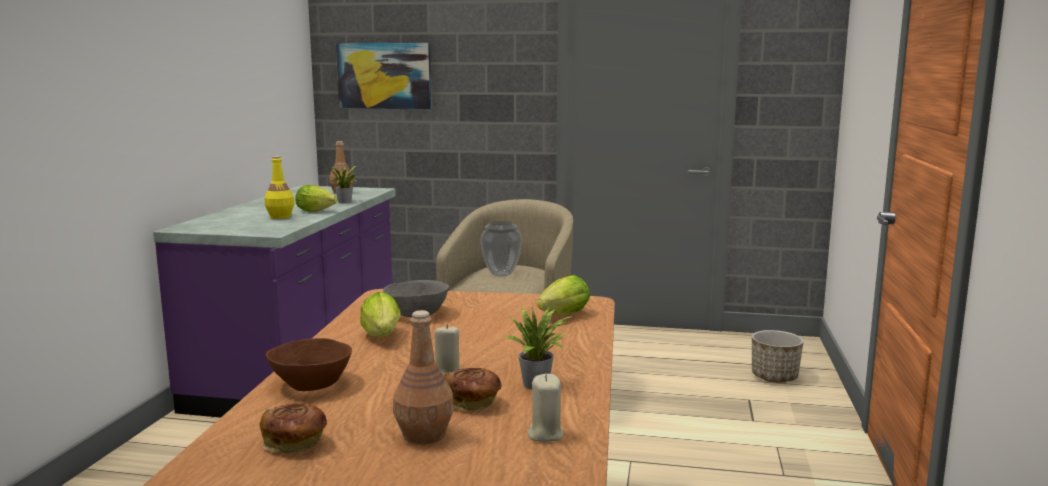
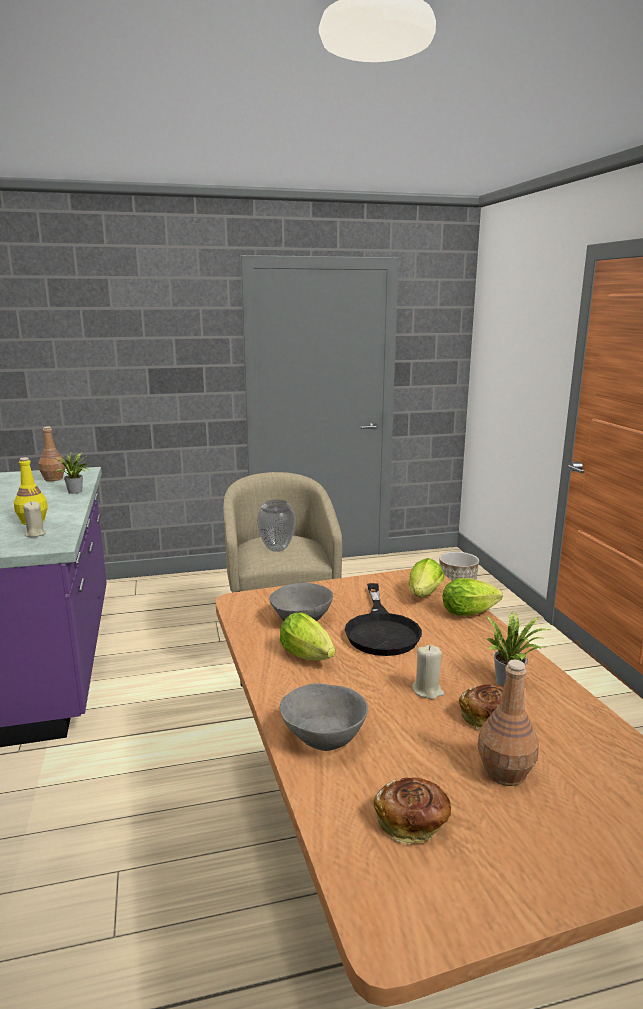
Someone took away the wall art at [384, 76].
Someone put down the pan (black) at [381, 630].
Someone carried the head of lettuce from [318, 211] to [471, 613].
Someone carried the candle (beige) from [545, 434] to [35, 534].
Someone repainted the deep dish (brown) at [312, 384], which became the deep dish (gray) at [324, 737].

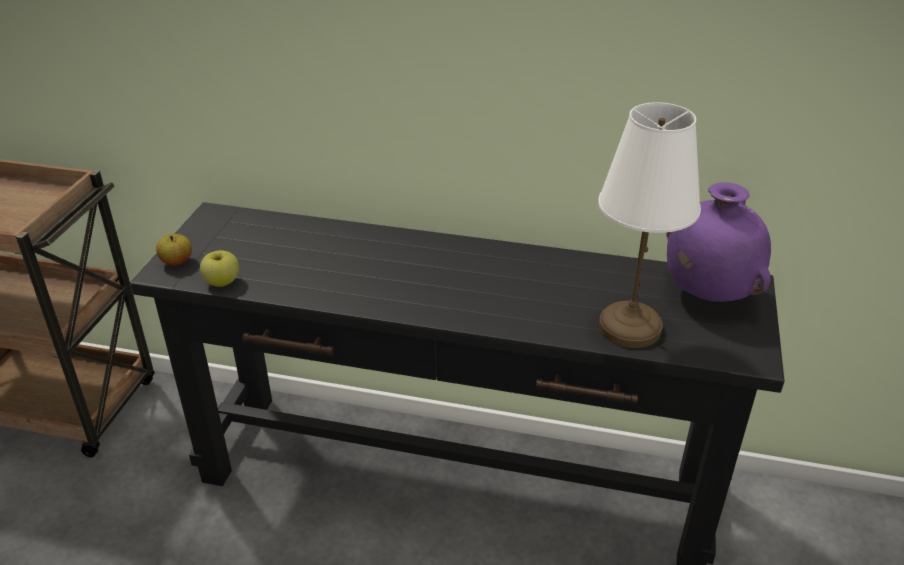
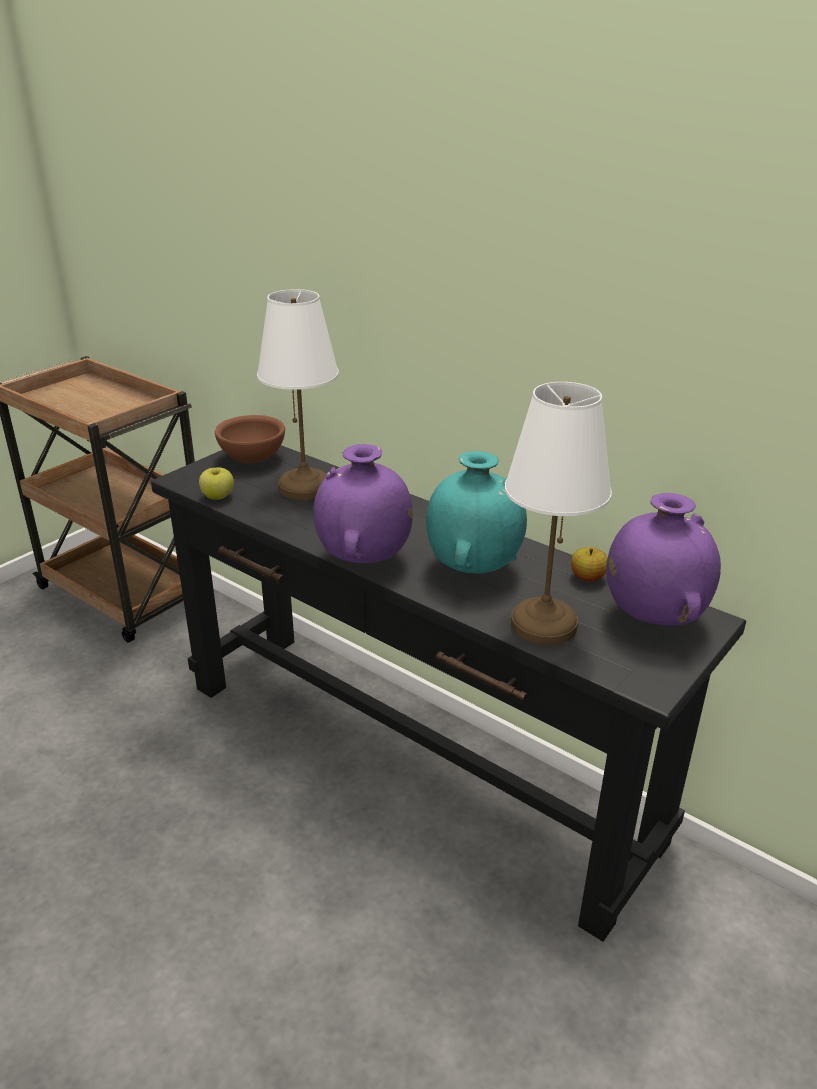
Someone put down the deep dish (brown) at [251, 458].
Someone put down the table lamp (whitish) at [304, 487].
Someone put down the decorative vase (purple) at [364, 561].
Someone put down the decorative vase (blue-green) at [473, 569].
Someone carried the whole apple from [177, 262] to [587, 578].

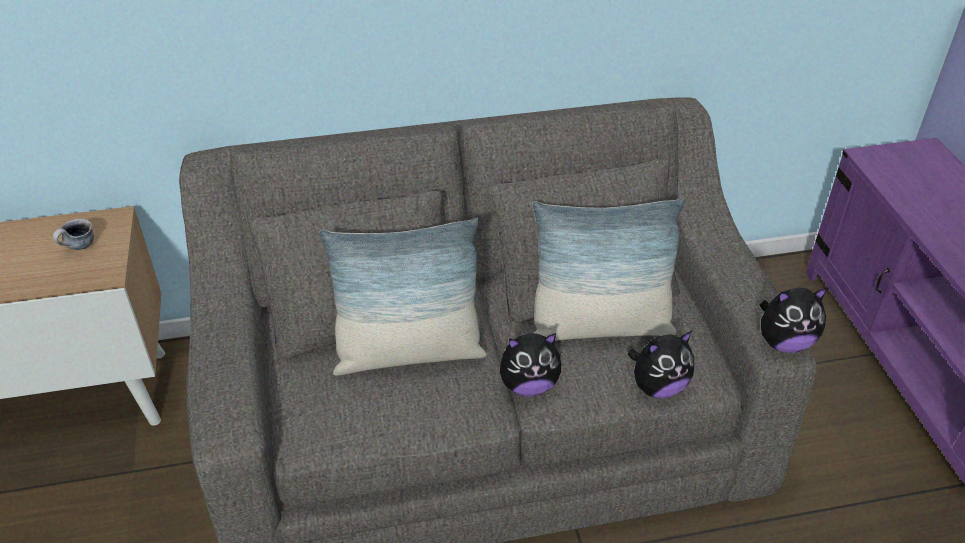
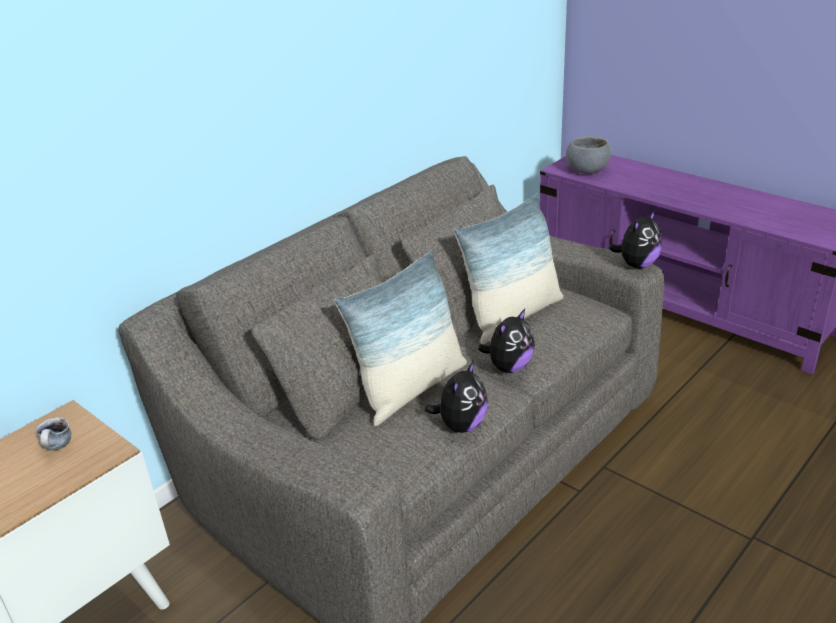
Someone put down the deep dish (gray) at [587, 170].
Someone carried the soft toy from [658, 386] to [461, 425].

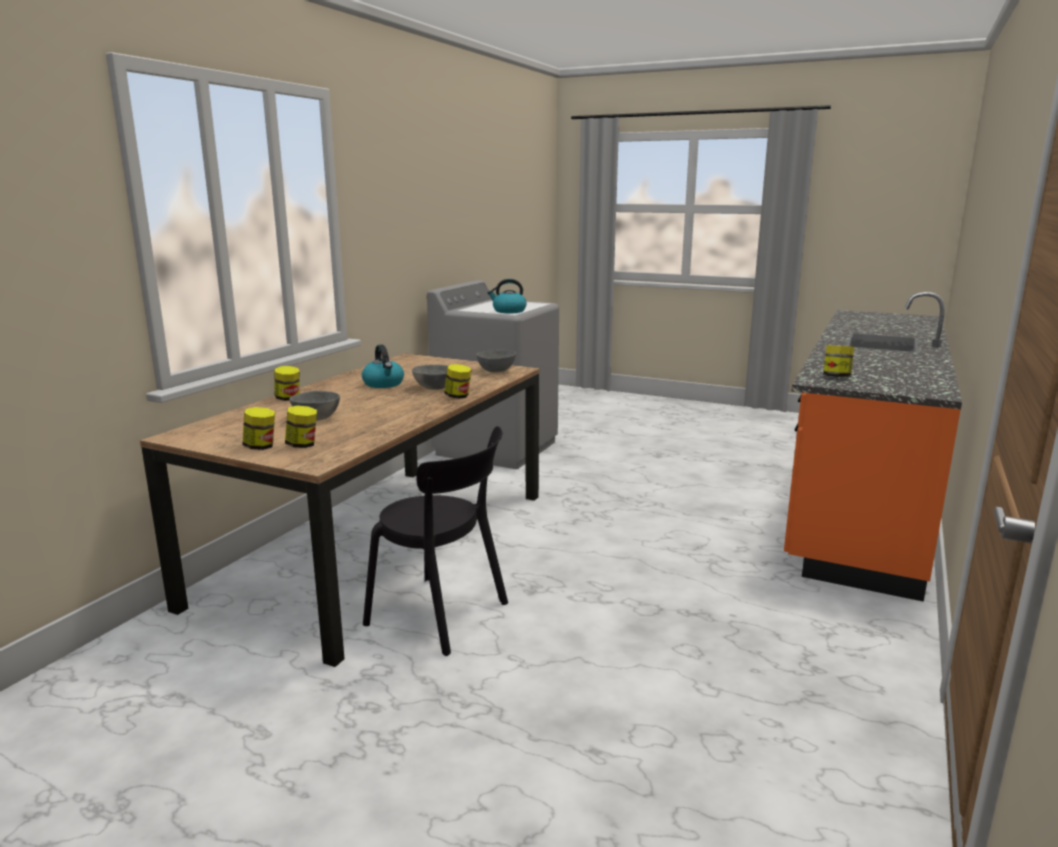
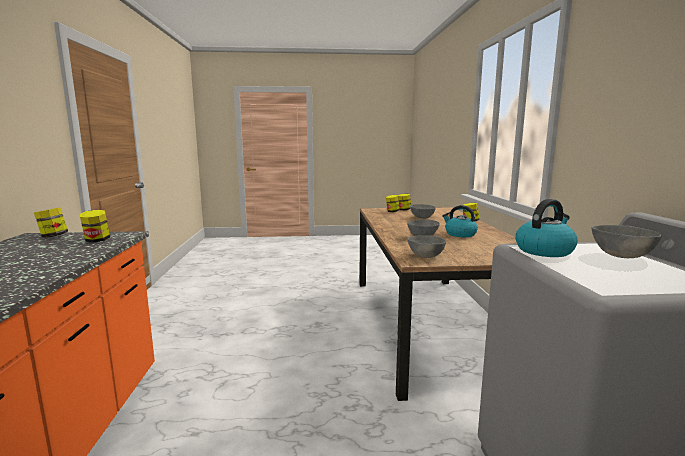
Someone took away the chair (black) at [442, 616].
Someone put down the deep dish (gray) at [620, 256].
Someone carried the storage jar from [458, 396] to [53, 236].

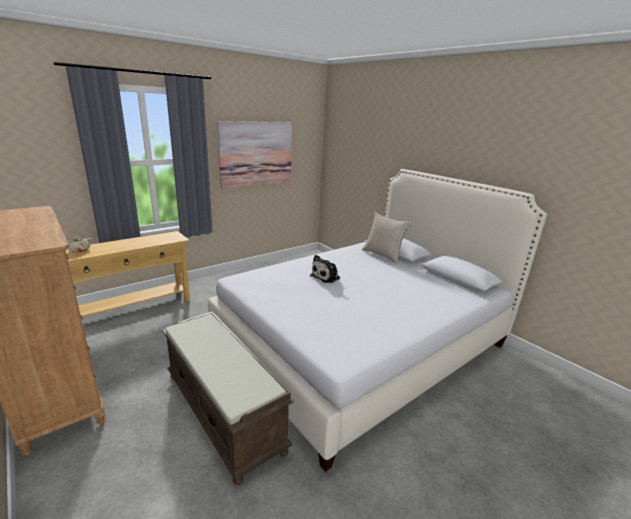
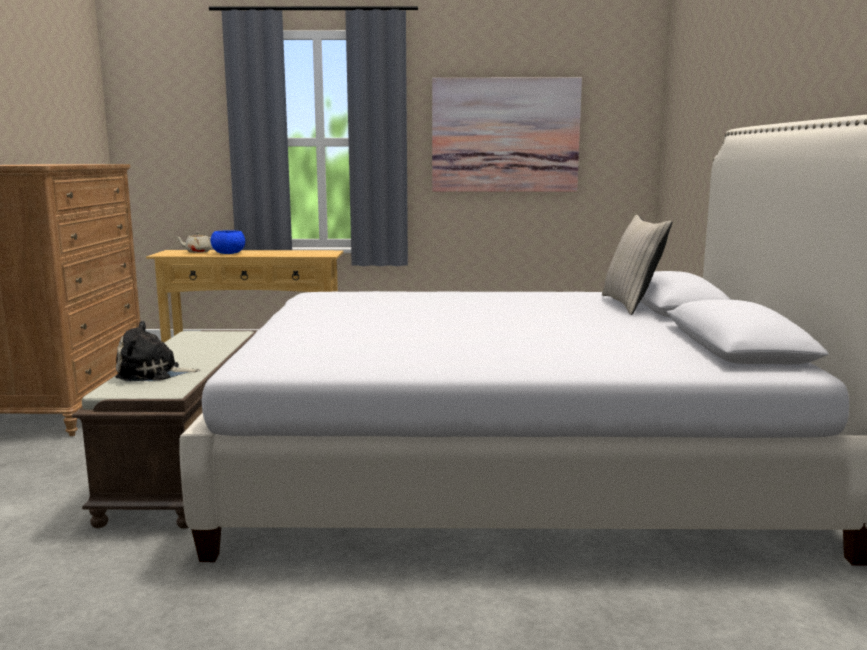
Someone put down the deep dish (blue) at [228, 253].
Someone carried the soft toy from [326, 277] to [153, 374].

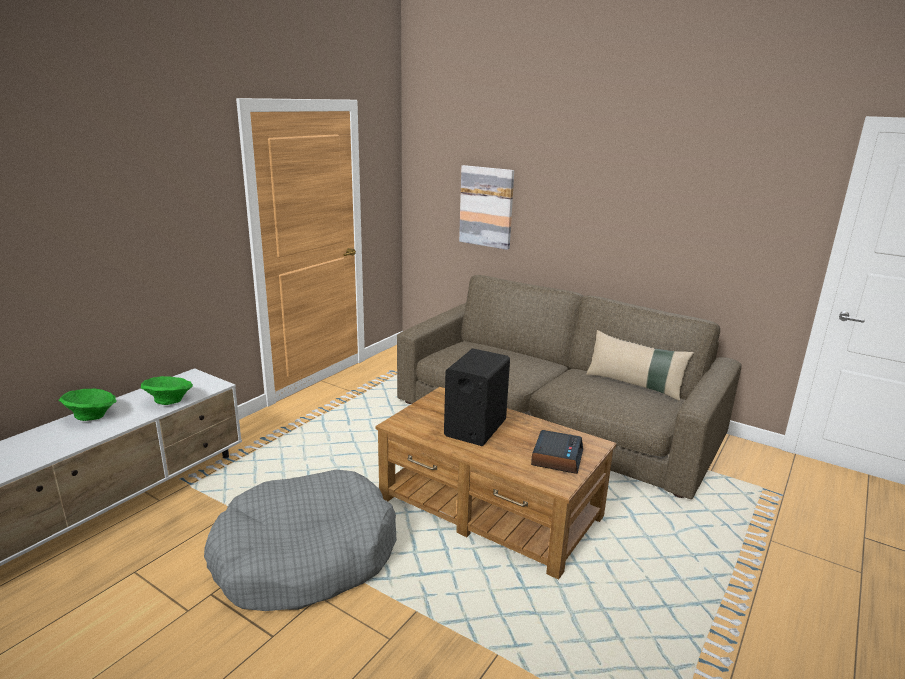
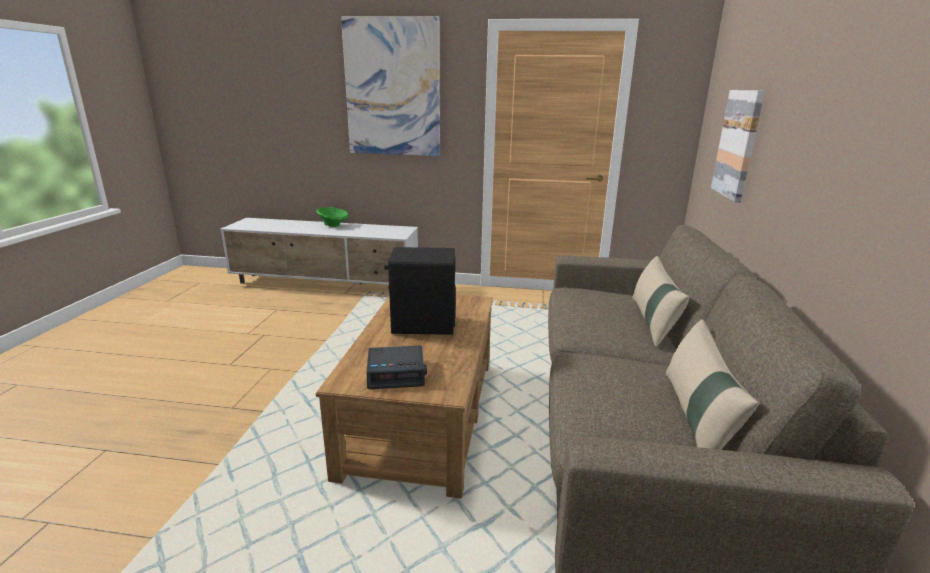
Someone took away the deep dish (greenish) at [170, 402].
Someone took away the dog bed (gray) at [305, 557].
Someone put up the wall art at [393, 88].
Someone put down the cushion (beige) at [653, 322].

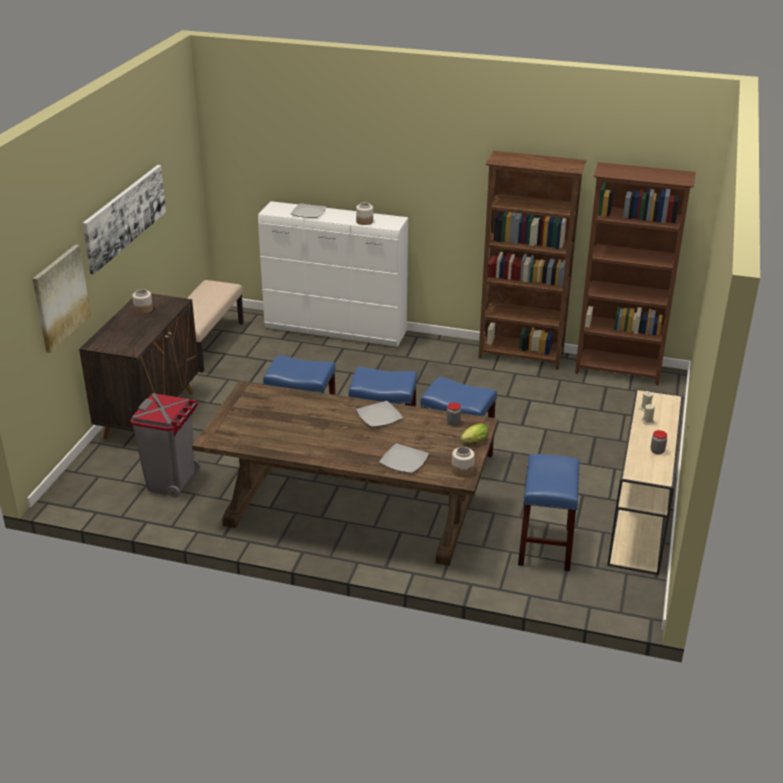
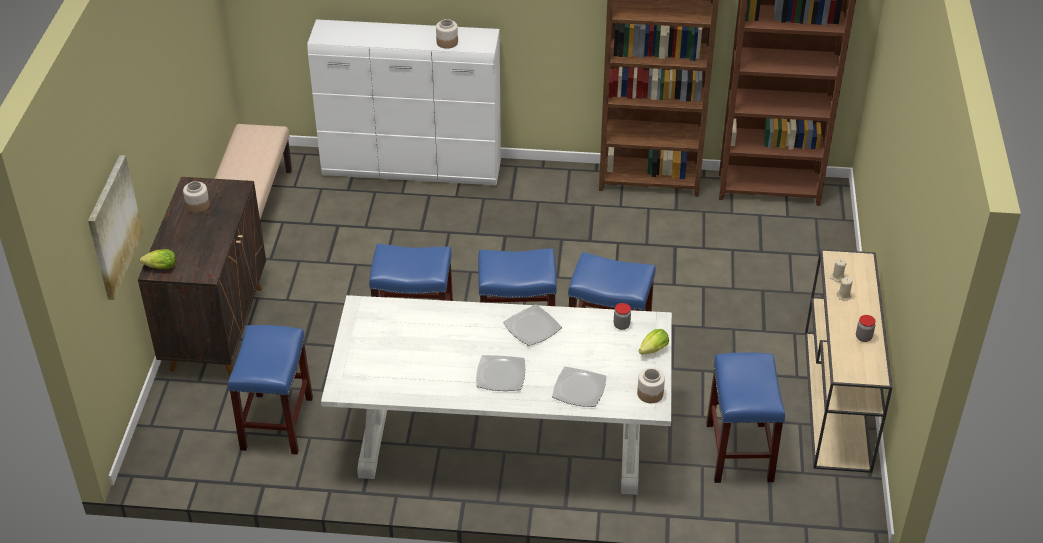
Someone took away the wall art at [125, 216].
Someone put down the head of lettuce at [159, 267].
Someone carried the dinner plate from [309, 212] to [501, 375].
Someone swapped the rubbish bin (gray) at [172, 481] for the stool seat (blue) at [276, 423].
Someone repainted the kitchen table (brown) at [348, 512], which became the kitchen table (whitish) at [501, 437].

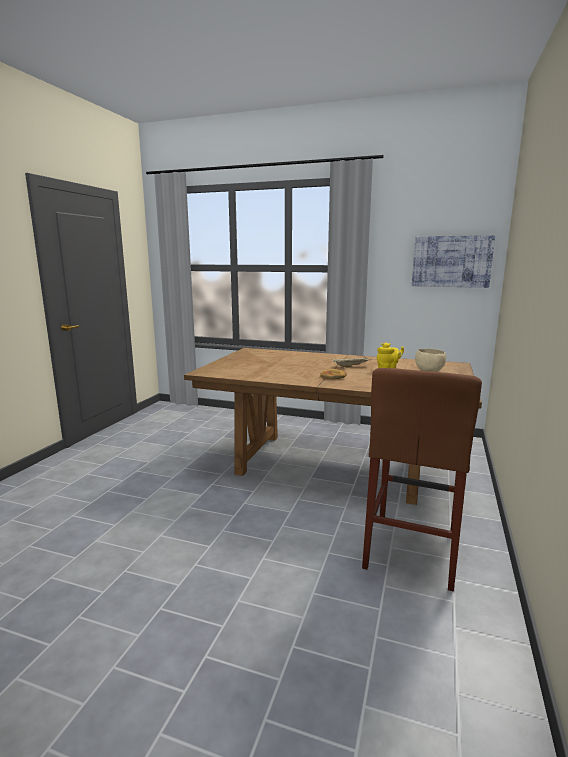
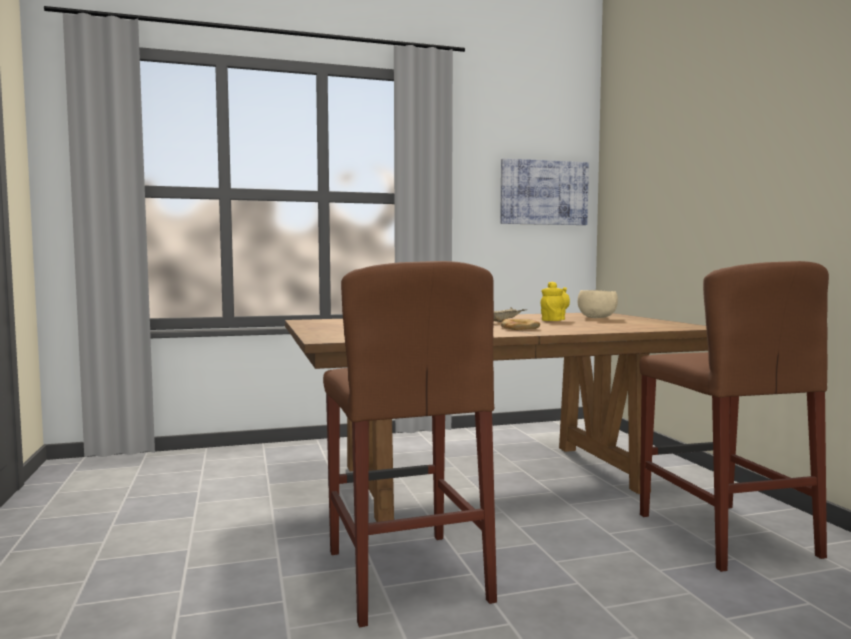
Someone put down the stool seat (brown) at [406, 575].

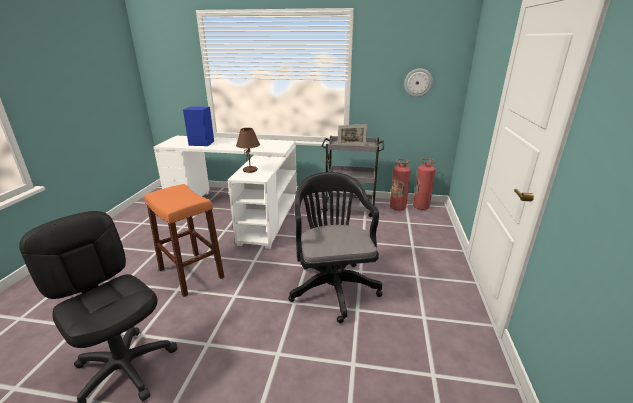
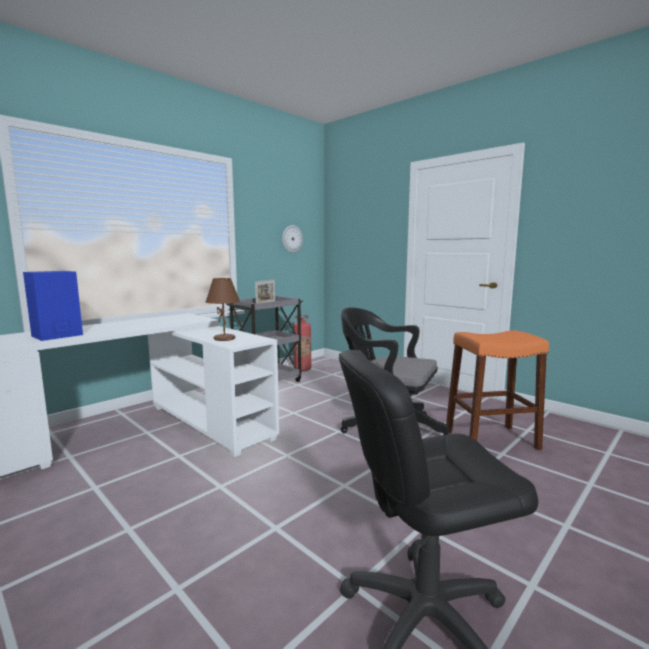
Someone took away the extinguisher at [421, 207].
Someone carried the stool seat (orange) from [191, 273] to [491, 440].

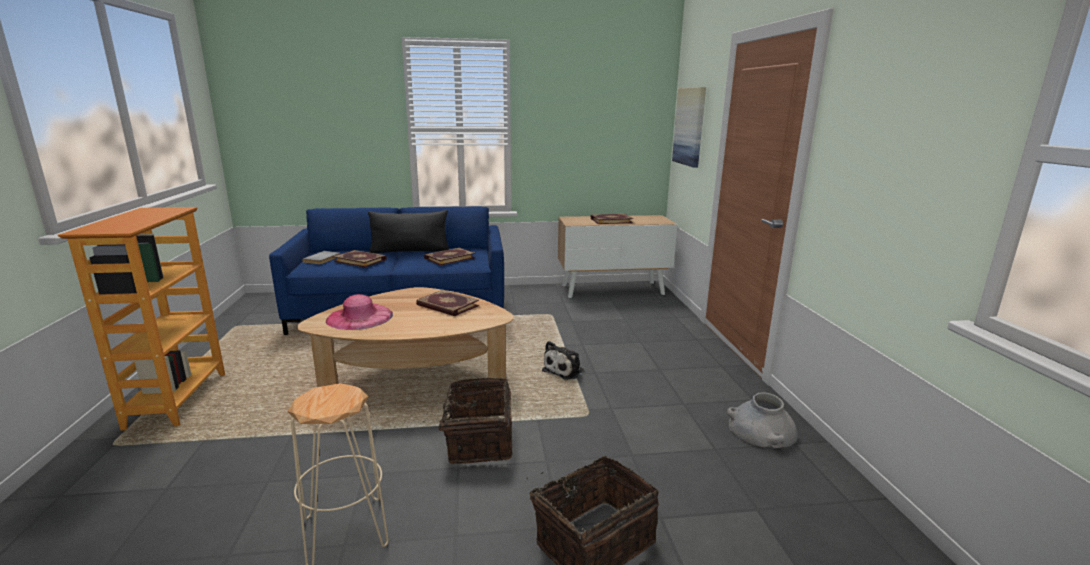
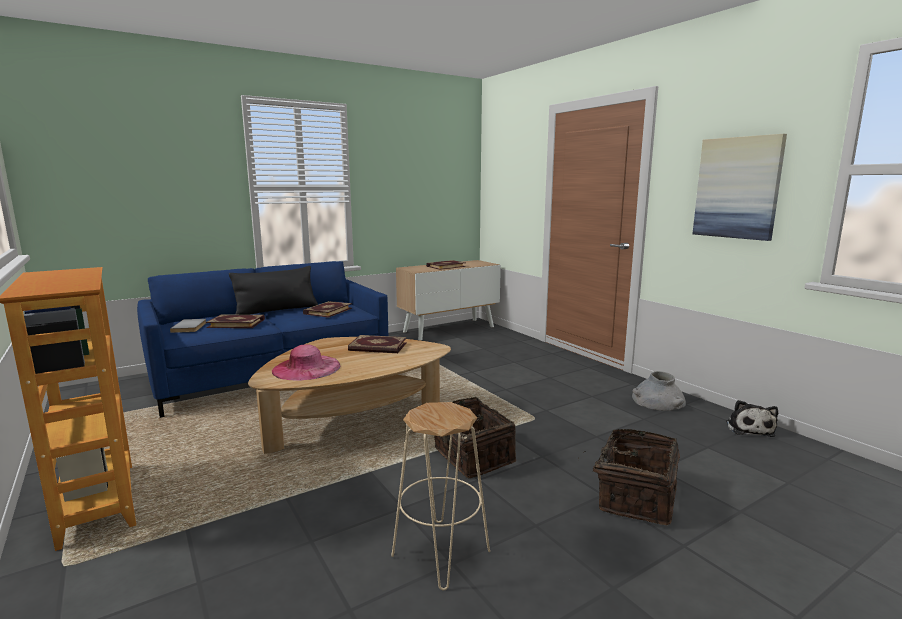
Someone carried the soft toy from [565, 370] to [749, 428].
Someone carried the wall art from [690, 126] to [737, 188].

